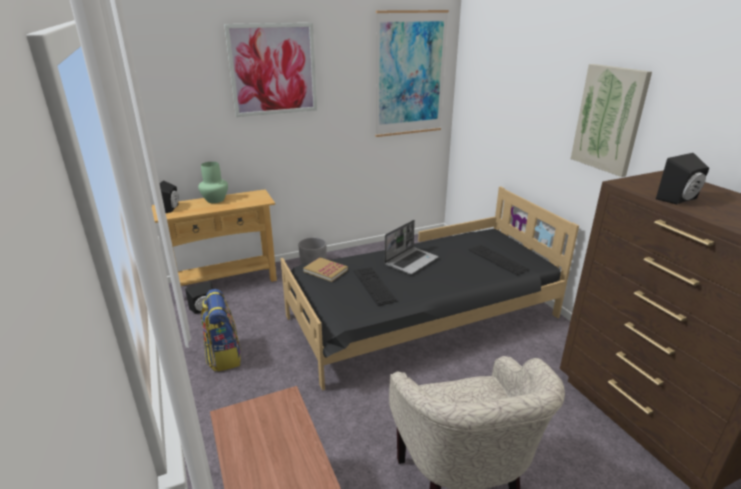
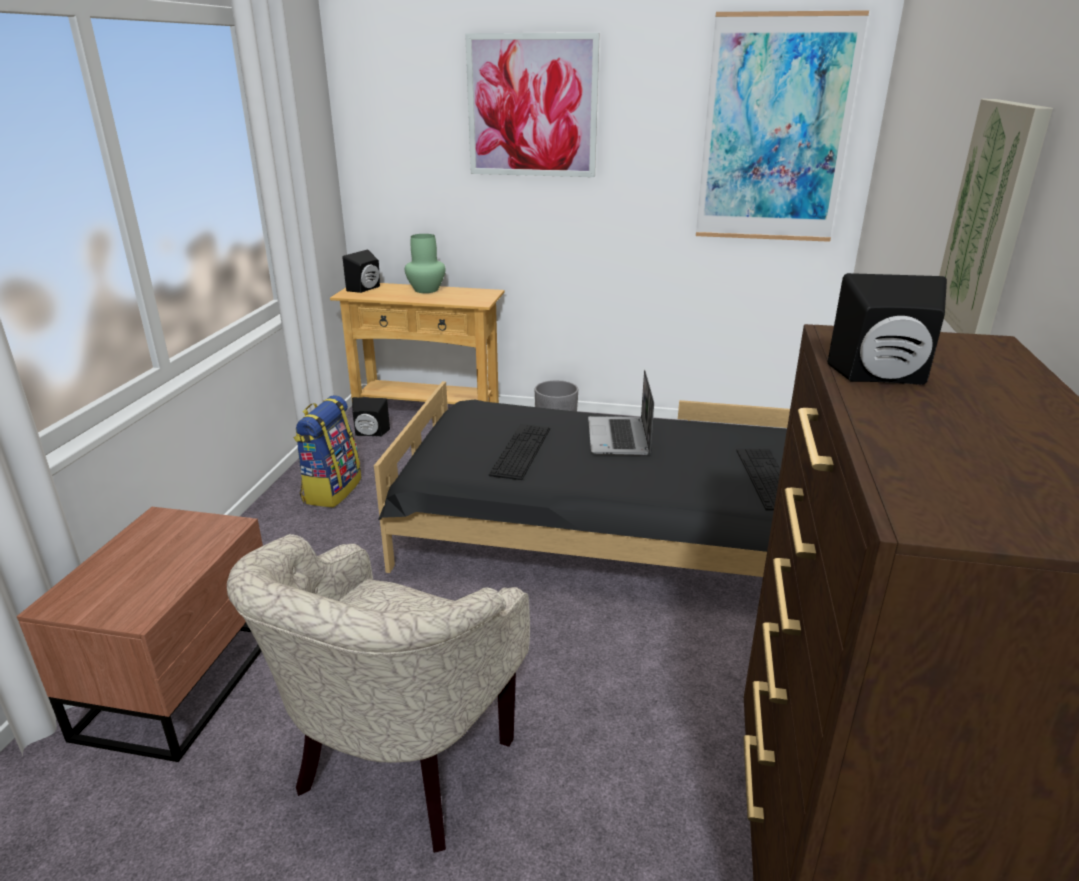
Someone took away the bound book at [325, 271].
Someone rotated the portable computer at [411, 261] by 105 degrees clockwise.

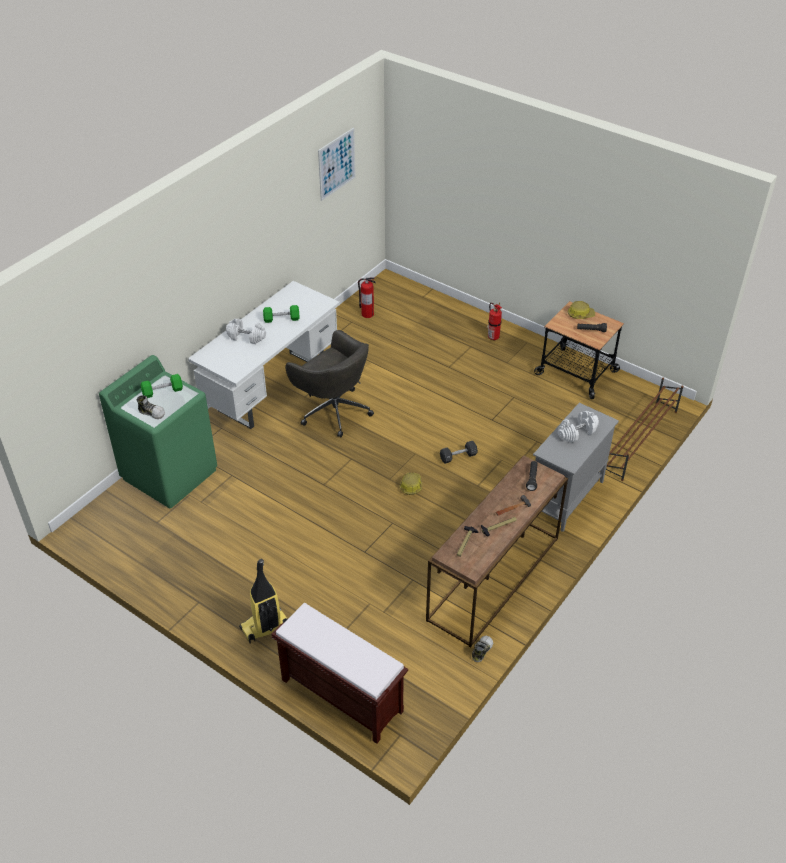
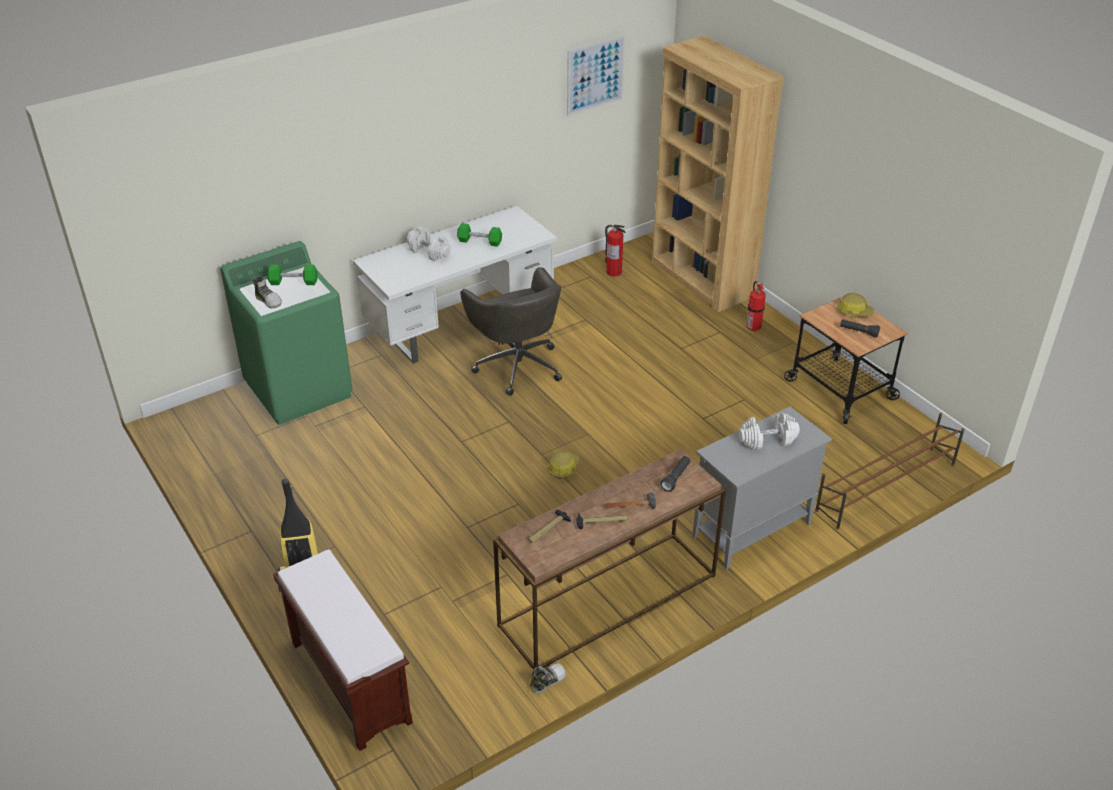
Someone took away the free weight (black) at [458, 456].
Someone put down the bookshelf (brown) at [702, 279].

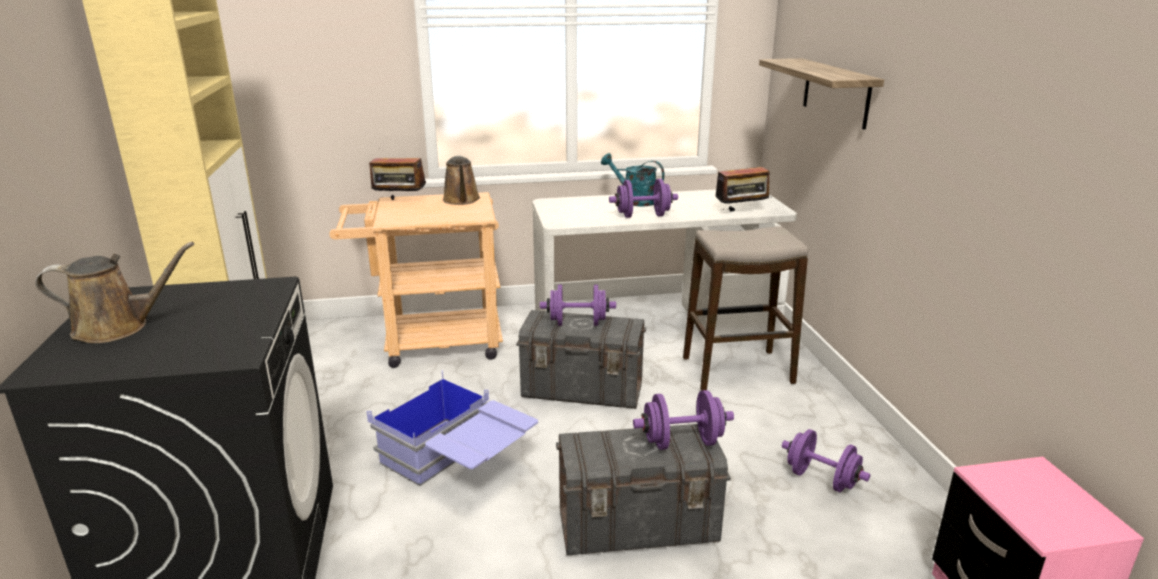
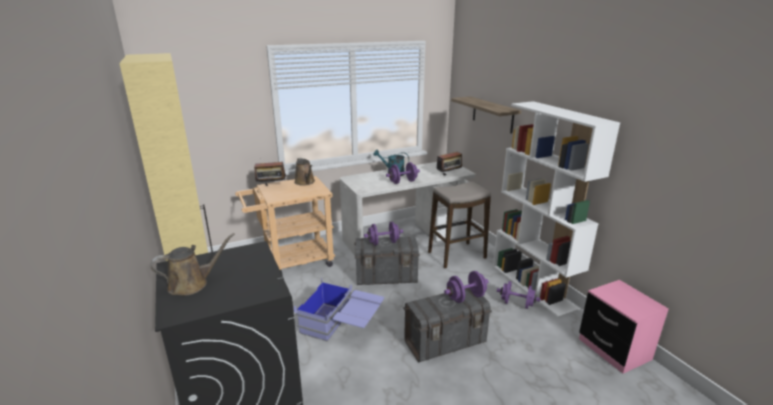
Someone put down the bookshelf (whitish) at [533, 286].

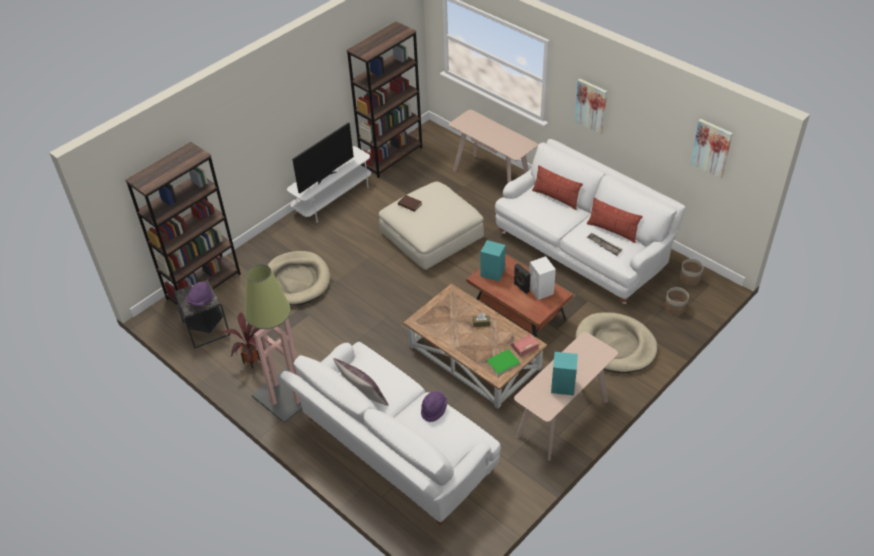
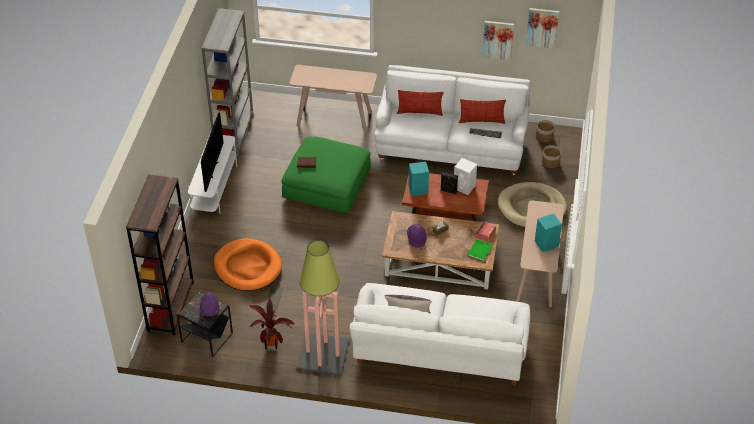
Someone carried the hat (purple) from [433, 410] to [416, 239].
Someone carried the wall art from [591, 106] to [498, 40].
Someone repainted the dog bed (beige) at [296, 280], which became the dog bed (orange) at [247, 267].
Someone repainted the bookshelf (brown) at [391, 157], which became the bookshelf (gray) at [234, 133].
Someone repainted the ottoman (beige) at [431, 236], which became the ottoman (greenish) at [327, 185].

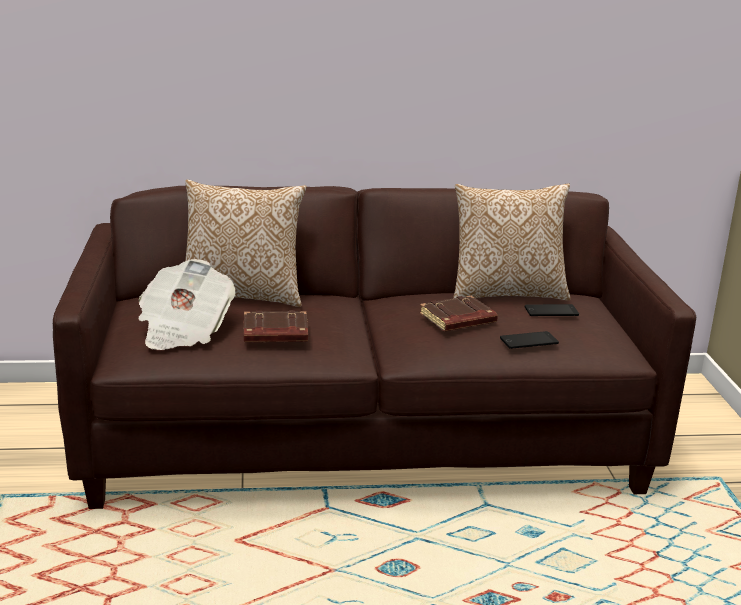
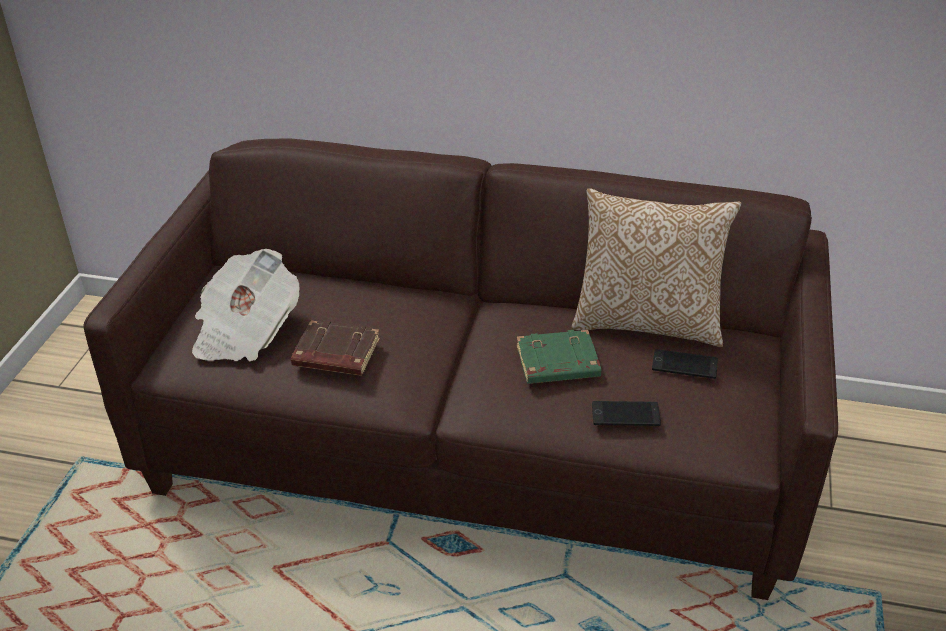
Someone took away the cushion at [243, 295].
Someone repainted the bound book (brown) at [457, 320], which became the bound book (greenish) at [557, 364].

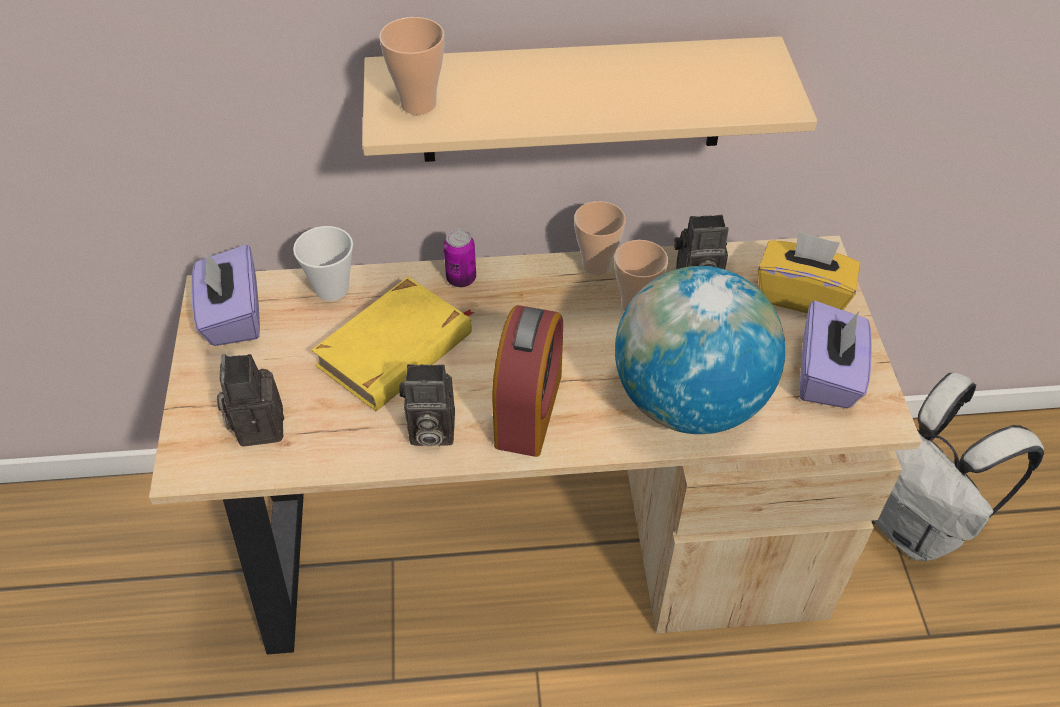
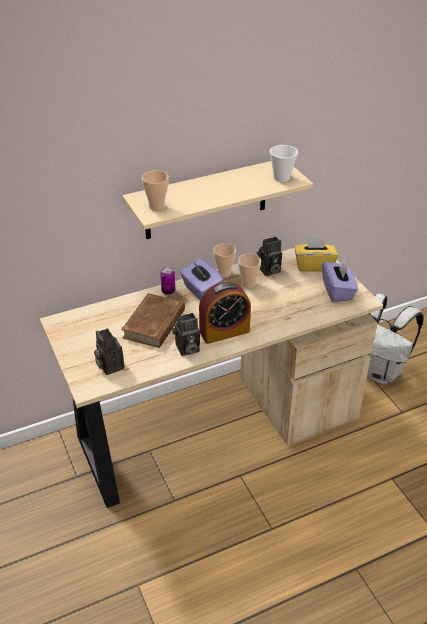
Someone took away the globe at [688, 401].
Someone carried the tissue holder (purple) from [232, 316] to [201, 290].
Someone carried the cup from [332, 289] to [282, 177].
Someone repainted the bound book (yellowish) at [396, 350], which became the bound book (brown) at [155, 324].
Someone rotated the bedside clock at [528, 410] by 75 degrees clockwise.

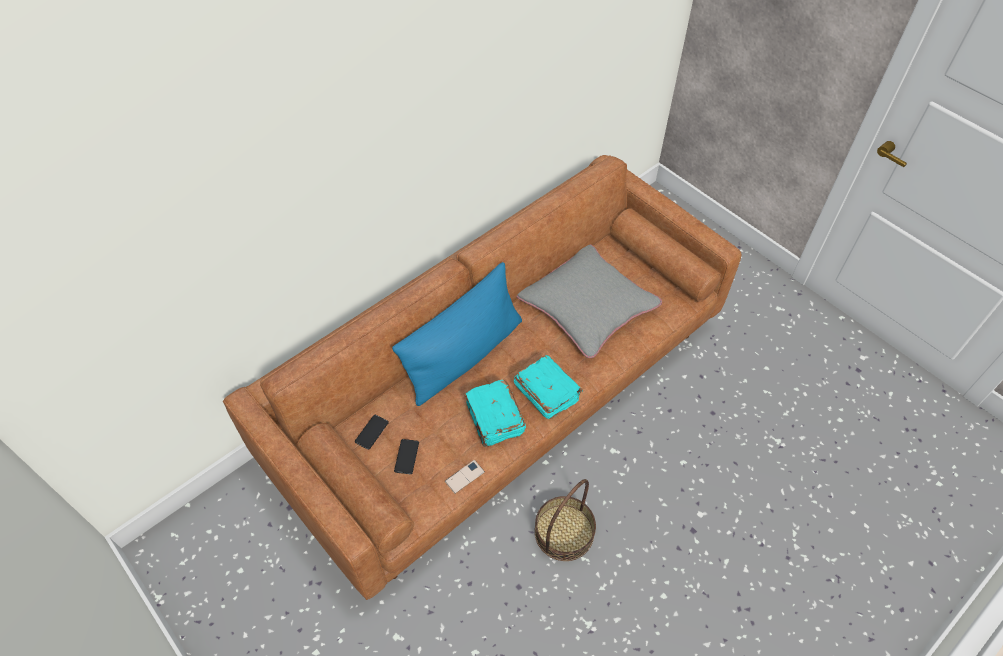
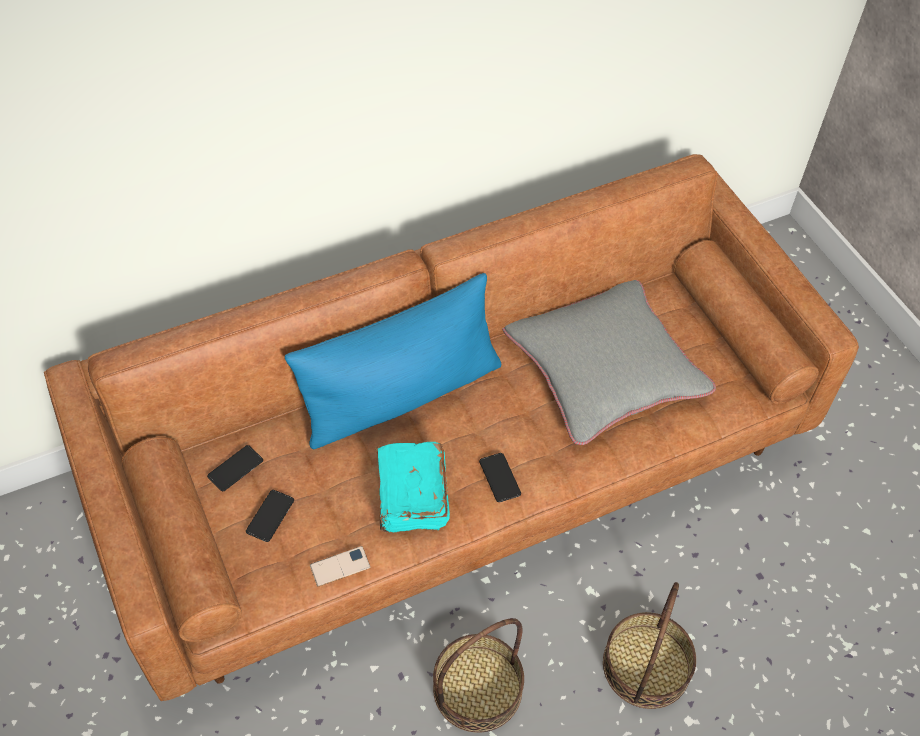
Someone put down the household basket at [646, 666].
Someone swapped the bound book (blue-green) at [546, 392] for the telephone at [499, 478].

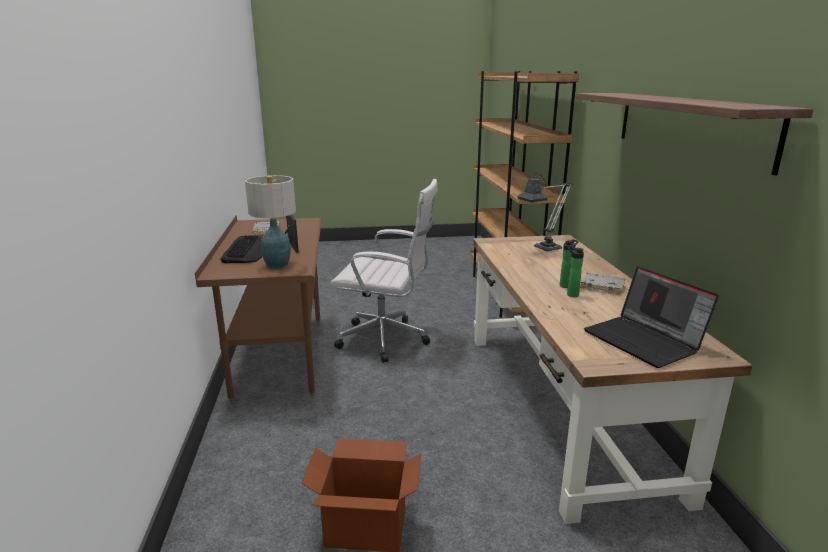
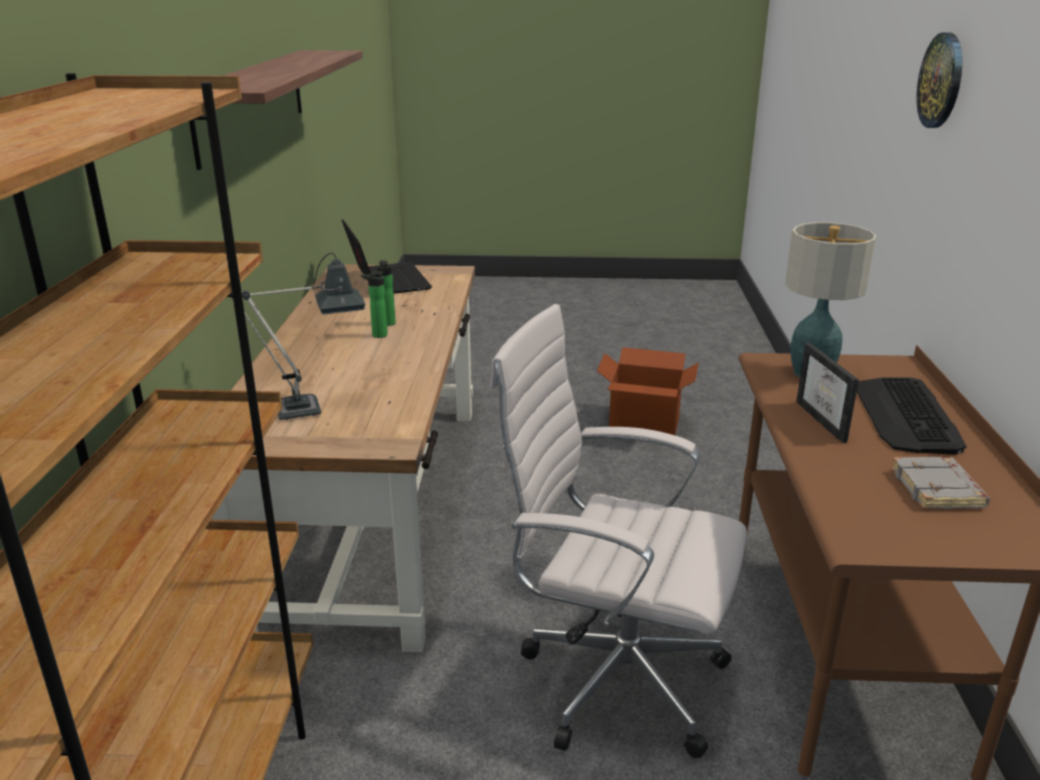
Someone took away the bound book (gray) at [603, 286].
Someone put up the hanging clock at [941, 81].

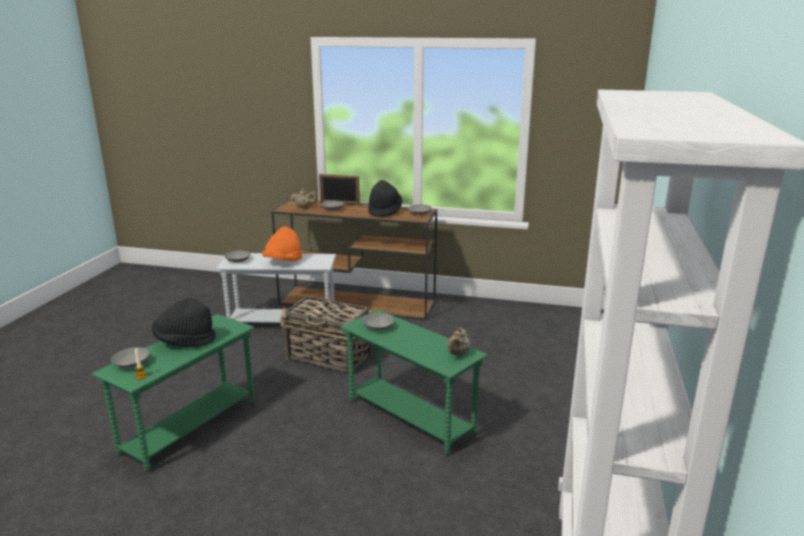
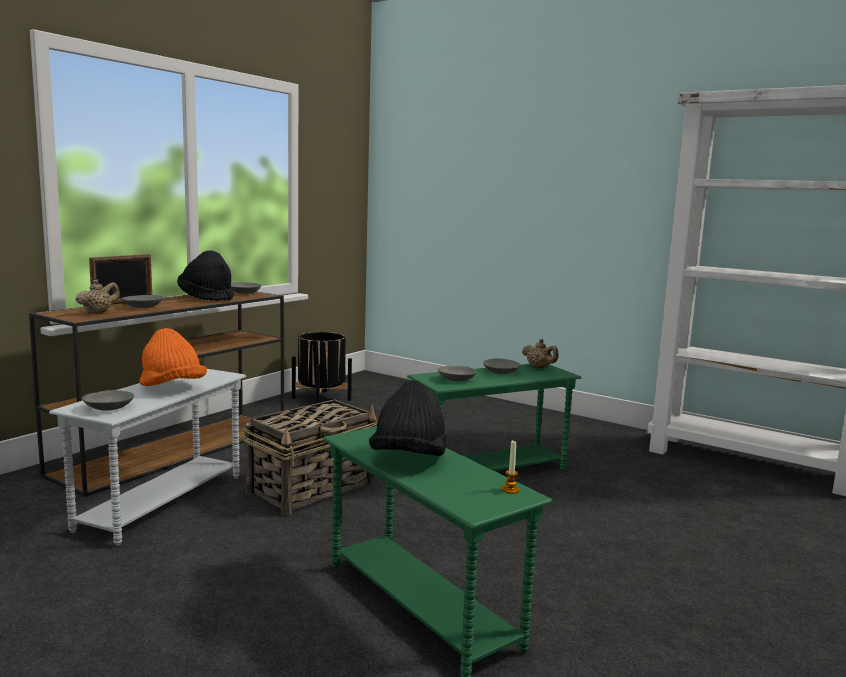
Someone put down the planter (black) at [321, 399].
Someone carried the deep dish (gray) from [131, 364] to [501, 372].

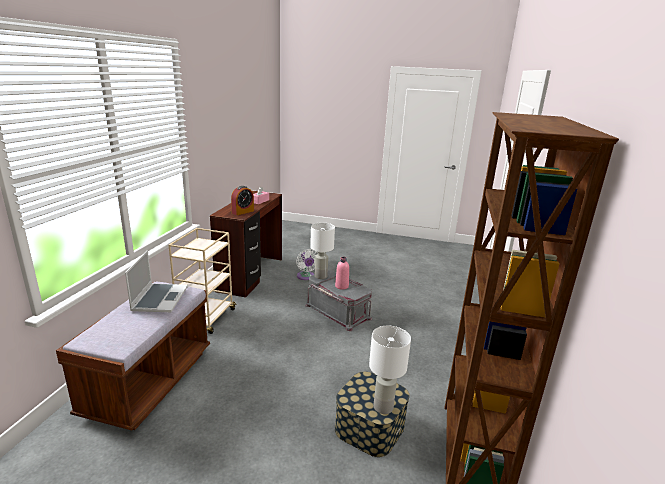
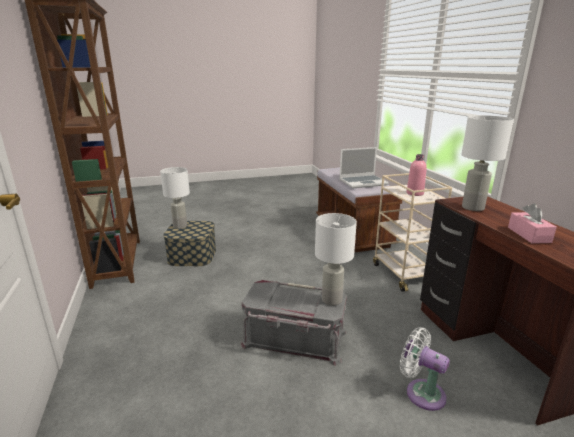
Someone carried the bottle (pink-coloured) from [341, 286] to [415, 193].
Someone swapped the bedside clock at [243, 212] for the table lamp (whitish) at [473, 208].
Someone rotated the portable computer at [159, 298] by 75 degrees counterclockwise.

